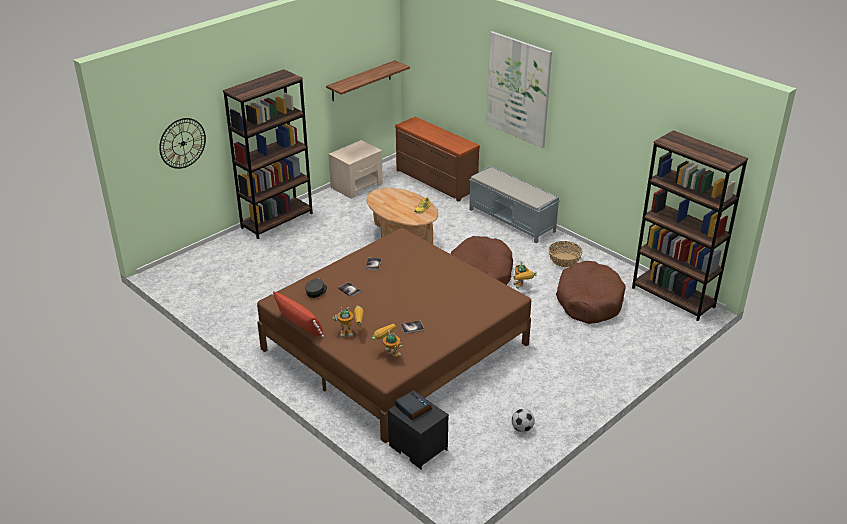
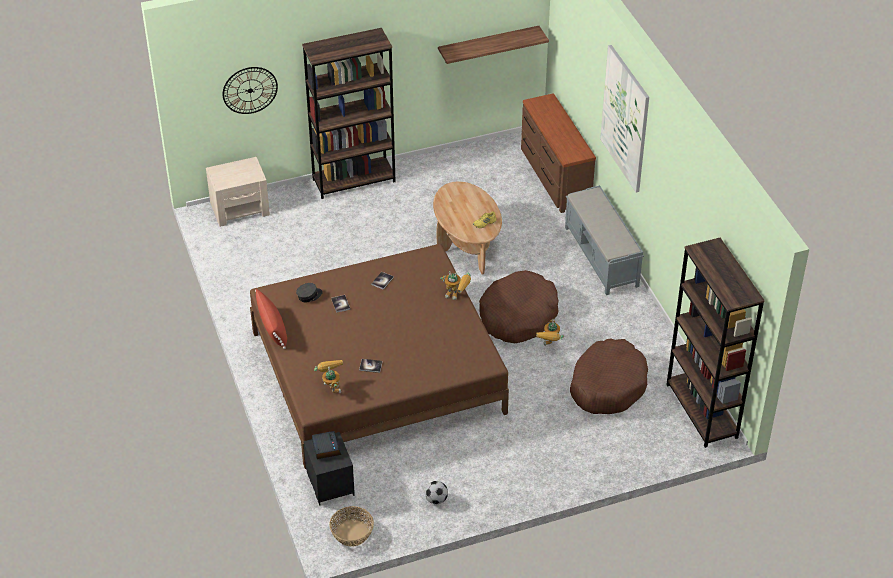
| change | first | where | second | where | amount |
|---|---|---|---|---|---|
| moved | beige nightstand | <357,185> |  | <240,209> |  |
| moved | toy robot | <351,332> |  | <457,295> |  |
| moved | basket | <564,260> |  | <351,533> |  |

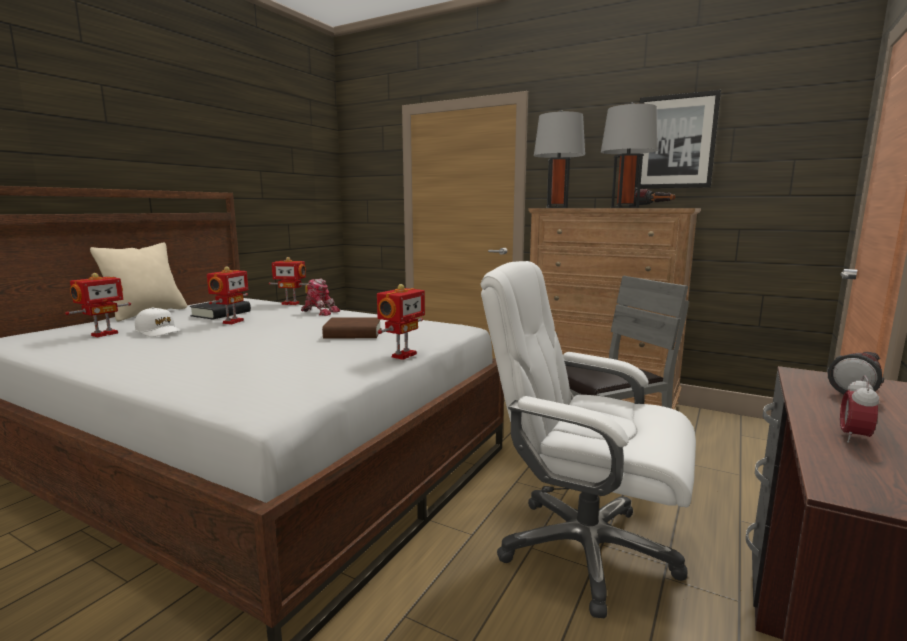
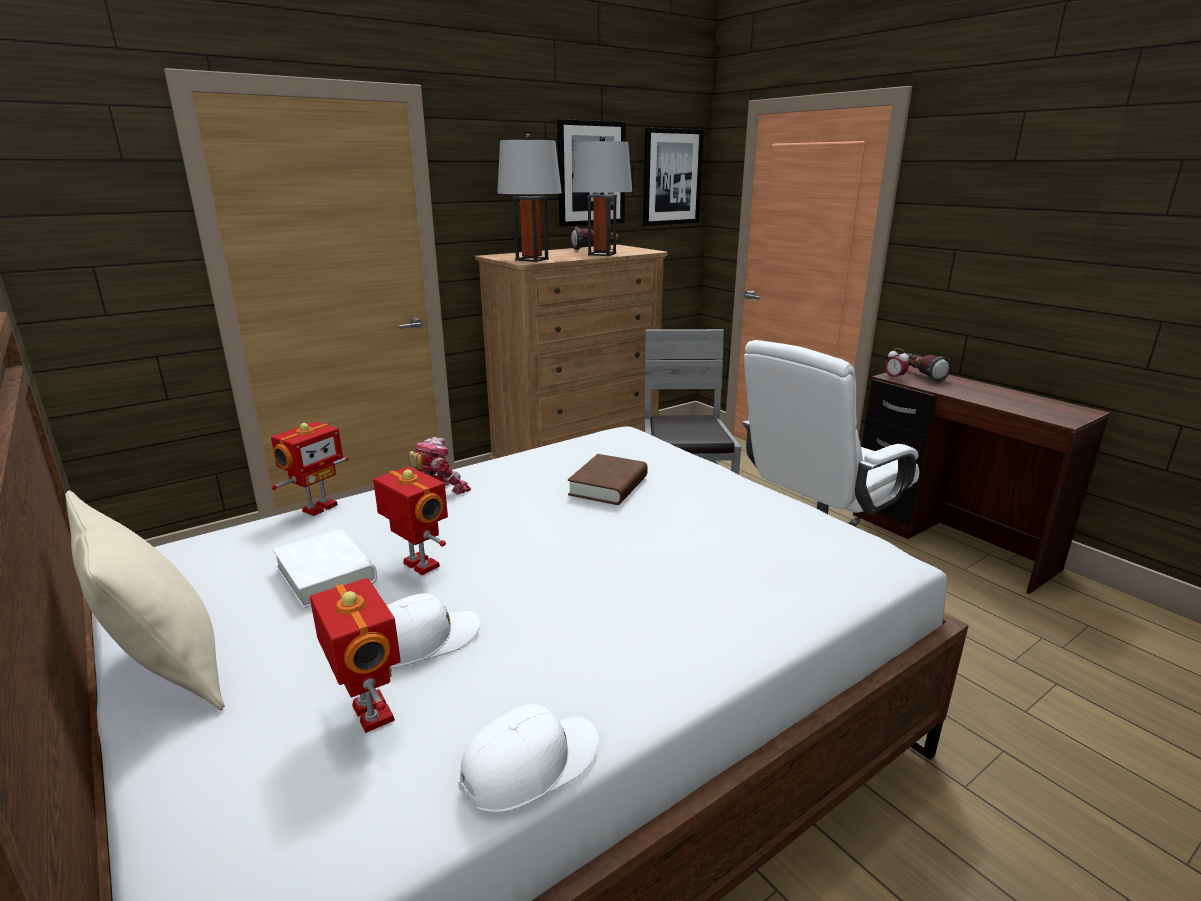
| change | first | where | second | where | amount |
|---|---|---|---|---|---|
| recoloured | black book | <221,314> | white book | <326,574> |  |
| removed | toy robot | <402,355> |  |  |  |
| moved | alarm clock | <853,437> |  | <894,378> |  |
| added |  |  | white cap | <531,765> |  |
| added |  |  | picture | <671,177> |  |

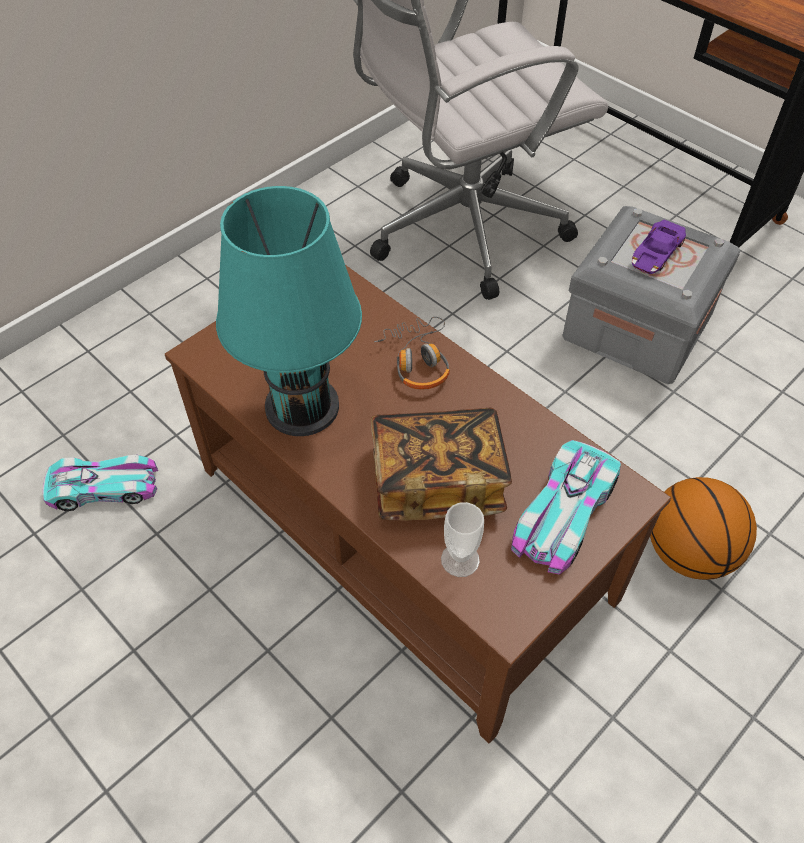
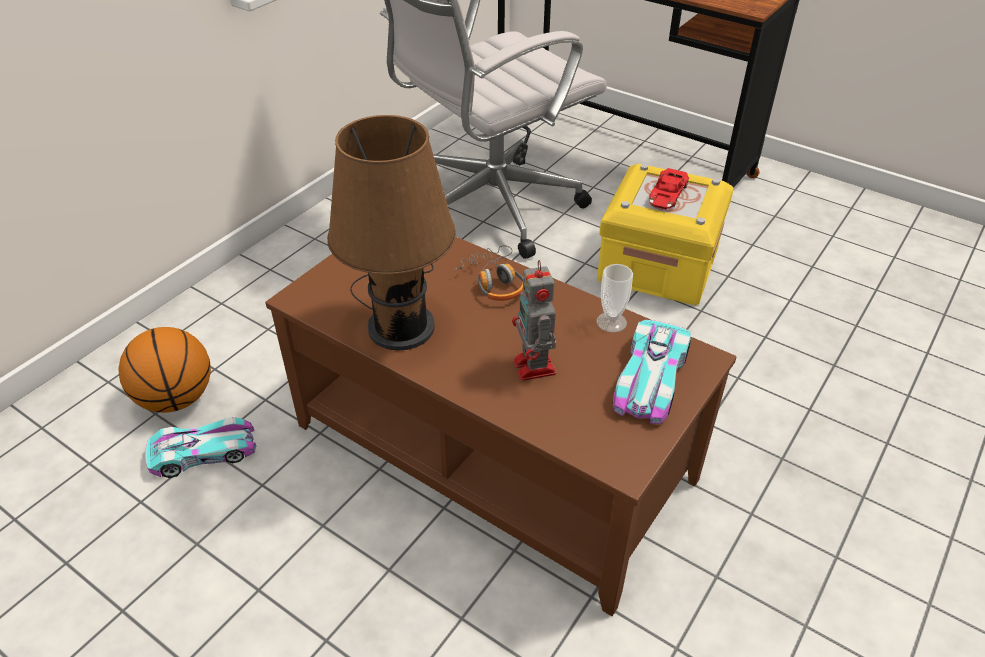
| change | first | where | second | where | amount |
|---|---|---|---|---|---|
| recoloured | turquoise table lamp | <301,399> | brown table lamp | <399,322> |  |
| replaced | book | <437,480> | toy robot | <535,368> |  |
| moved | cup | <460,560> |  | <611,322> |  |
| recoloured | grey storage box | <637,326> | yellow storage box | <658,265> |  |
| recoloured | purple toy car | <656,253> | red toy car | <667,194> |  |
| moved | basketball | <688,552> |  | <177,398> |  |

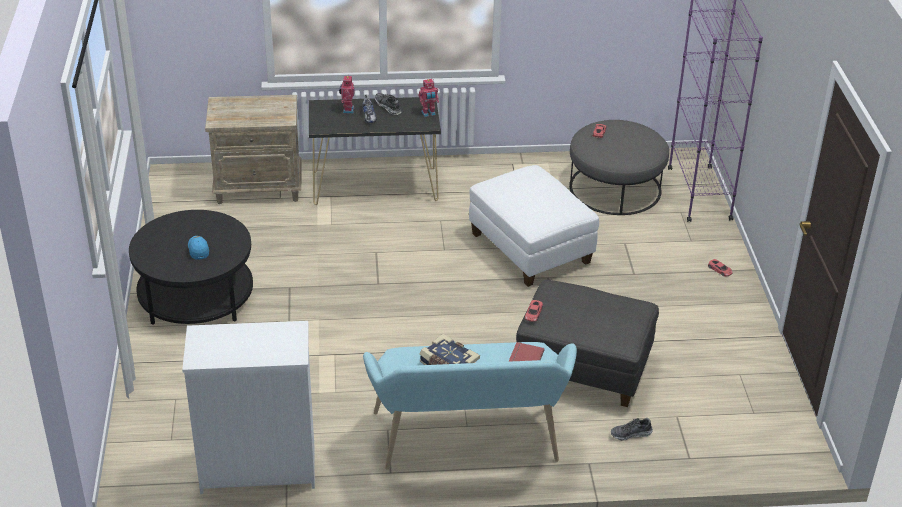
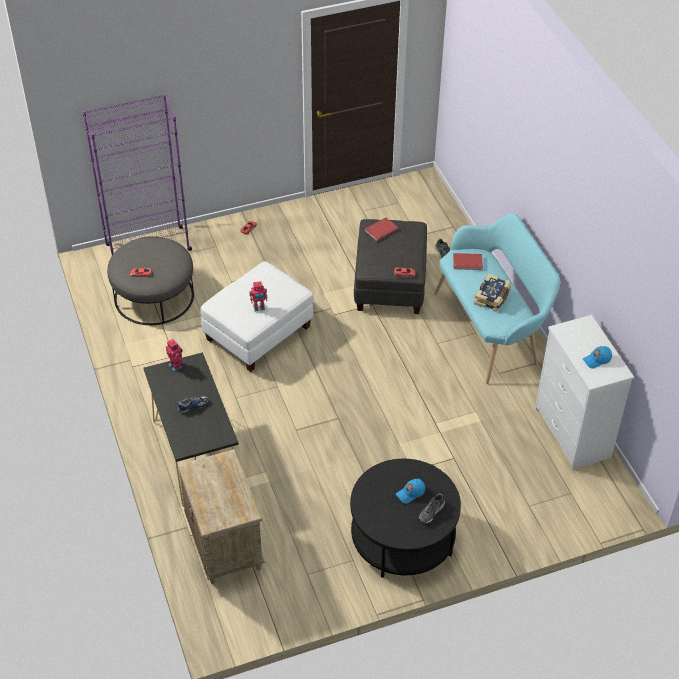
| change | first | where | second | where | amount |
|---|---|---|---|---|---|
| moved | toy robot | <347,110> |  | <259,308> |  |
| moved | shoe | <388,107> |  | <431,512> |  |
| added |  |  | red book | <380,230> |  |
| added |  |  | blue cap | <597,360> |  |

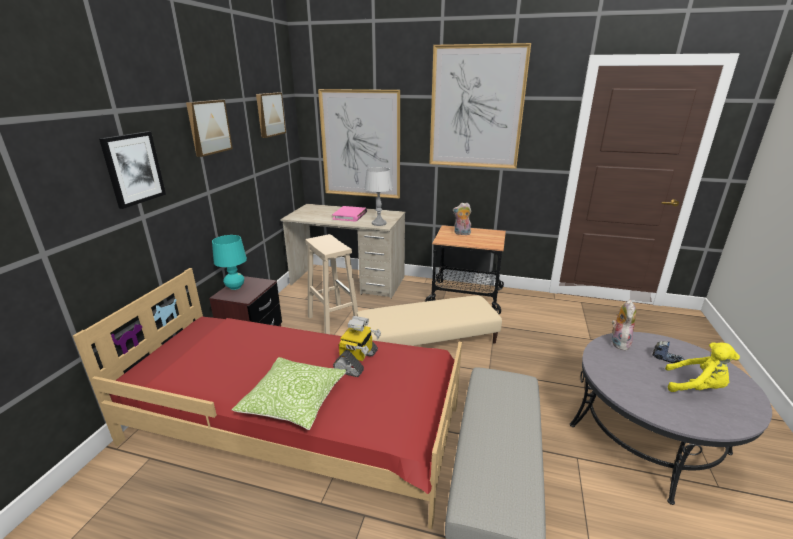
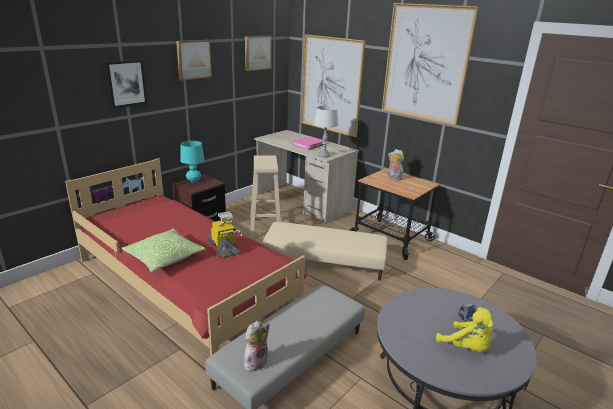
| change | first | where | second | where | amount |
|---|---|---|---|---|---|
| turned | toy robot | <357,362> |  | <224,248> | 75 degrees counterclockwise |
| moved | plush toy | <618,342> |  | <255,361> |  |

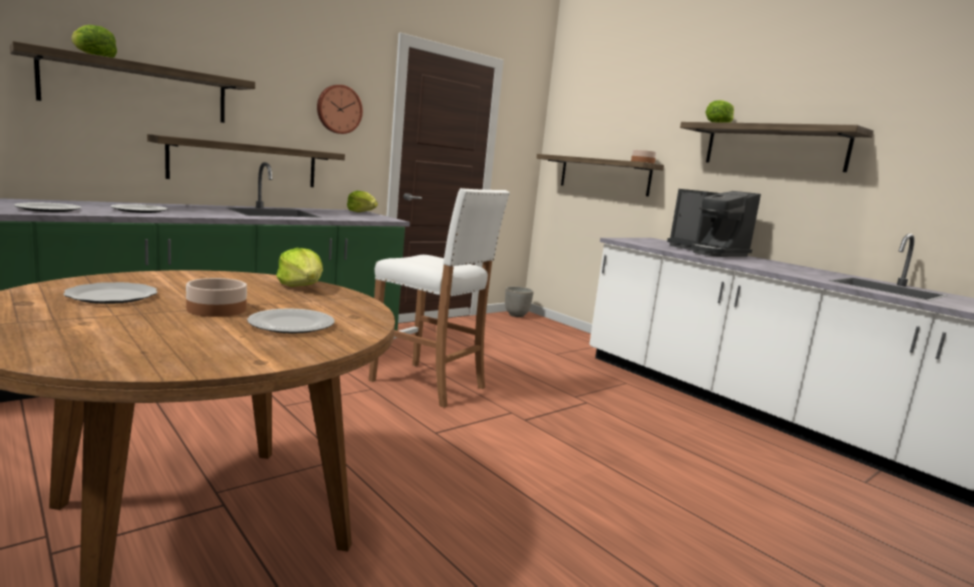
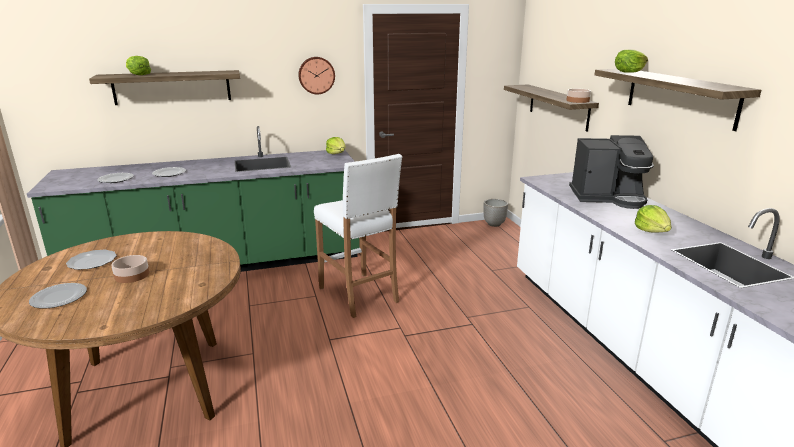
| change | first | where | second | where | amount |
|---|---|---|---|---|---|
| removed | shelf | <245,163> |  |  |  |
| moved | plate | <293,325> |  | <59,298> |  |
| moved | lettuce | <301,286> |  | <652,231> |  |
| turned | coffee machine | <707,252> |  | <608,197> | 75 degrees counterclockwise |

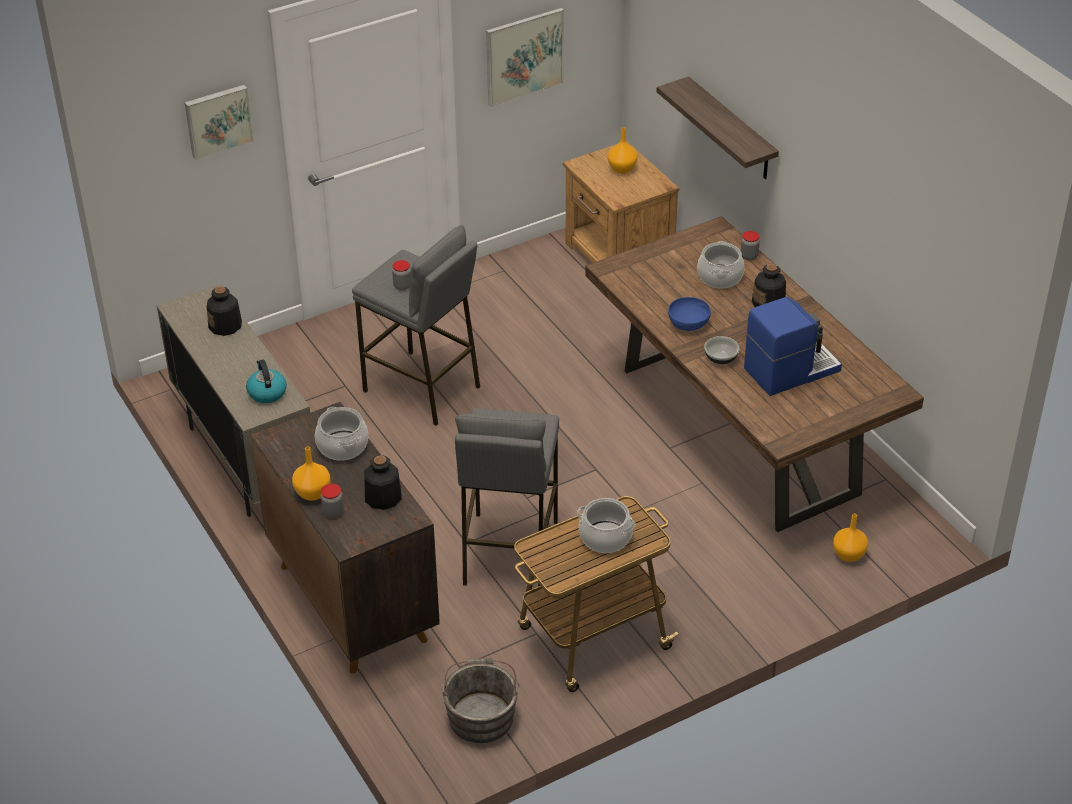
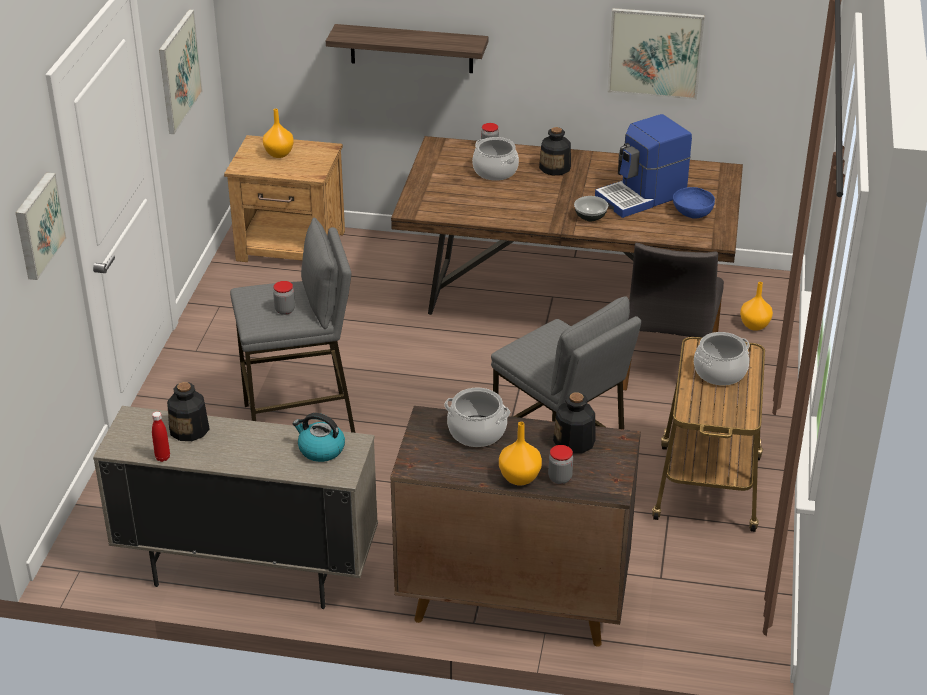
| change | first | where | second | where | amount |
|---|---|---|---|---|---|
| removed | grey bucket | <481,714> |  |  |  |
| moved | blue bowl | <688,323> |  | <692,213> |  |
| turned | coffee machine | <790,369> |  | <642,196> | 135 degrees counterclockwise |
| added |  |  | red bottle | <162,457> |  |
| added |  |  | picture | <655,53> |  |
| added |  |  | grey chair | <667,366> |  |

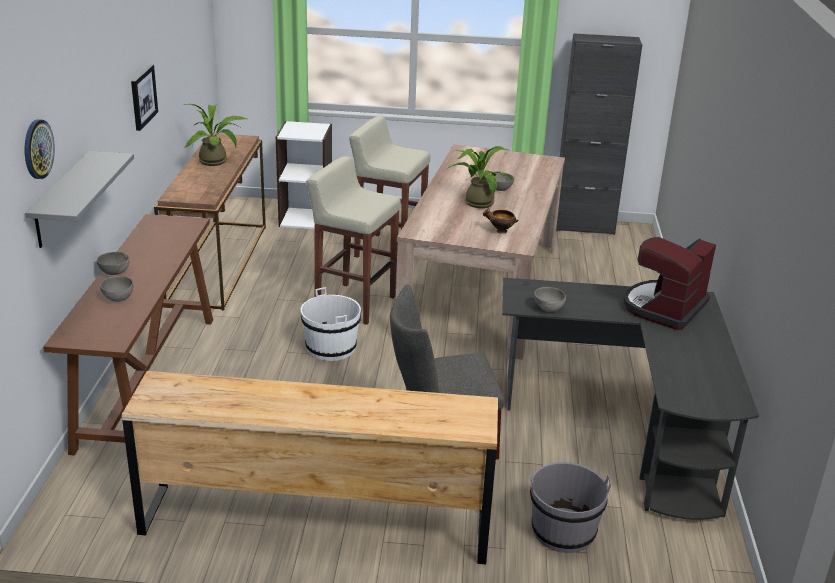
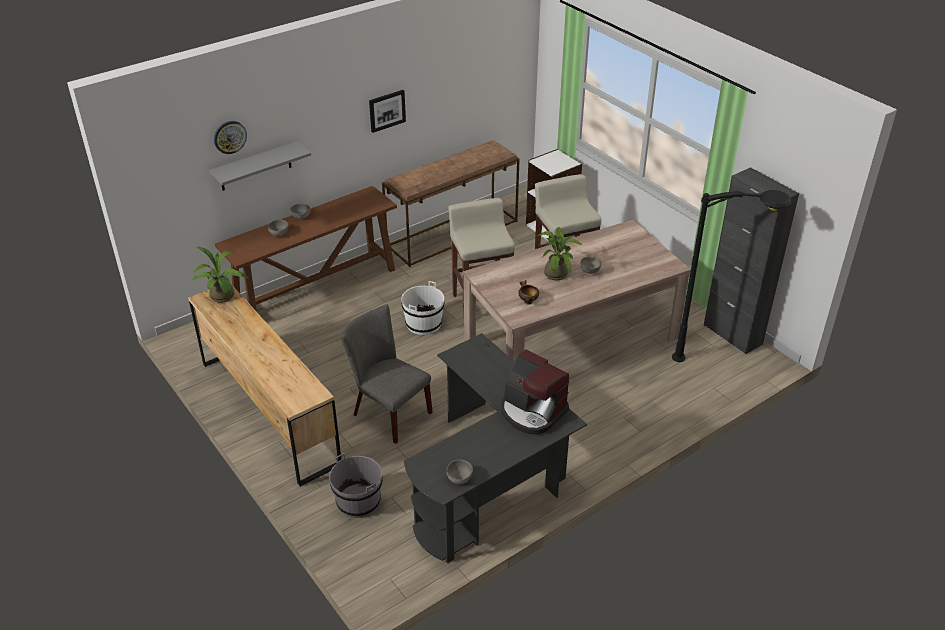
| change | first | where | second | where | amount |
|---|---|---|---|---|---|
| moved | potted plant | <216,161> |  | <224,298> |  |
| moved | grey bowl | <548,309> |  | <459,479> |  |
| turned | coffee machine | <664,307> |  | <532,412> | 135 degrees counterclockwise |
| added |  |  | black floor lamp | <720,364> |  |

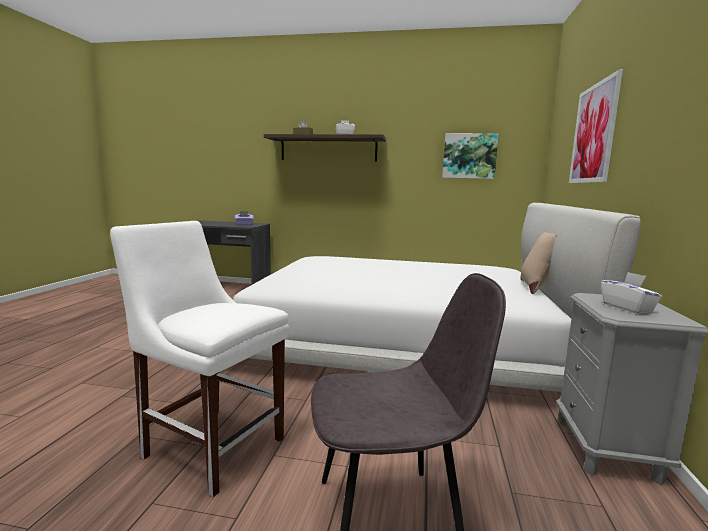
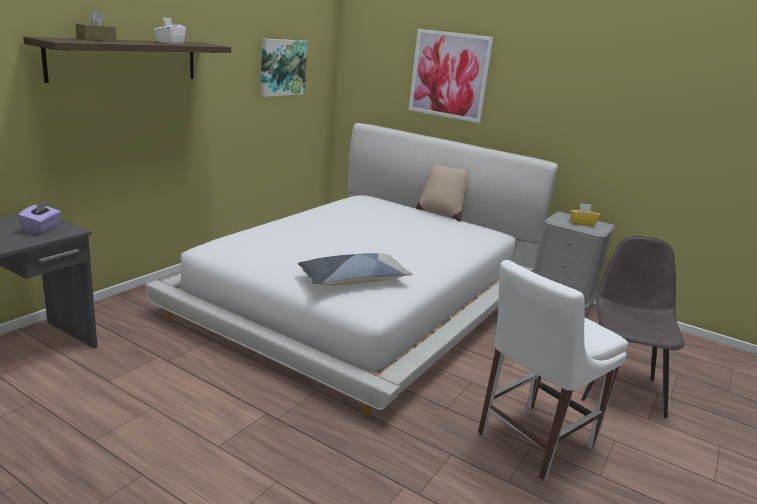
| change | first | where | second | where | amount |
|---|---|---|---|---|---|
| recoloured | white tissue box | <627,308> | yellow tissue box | <582,223> |  |
| added |  |  | pillow | <353,280> |  |

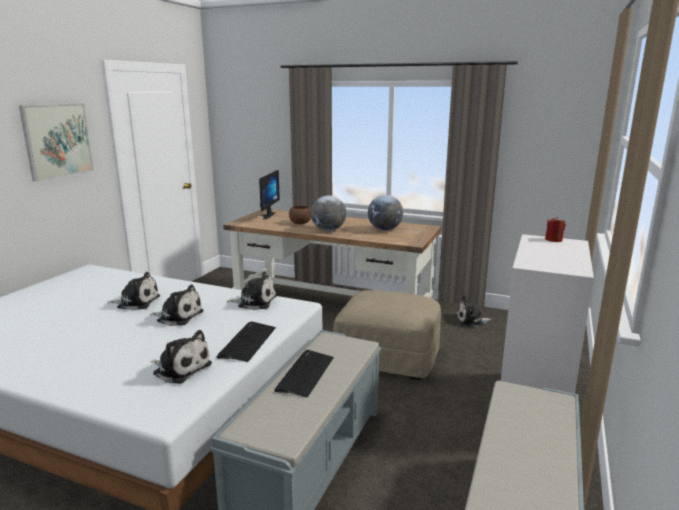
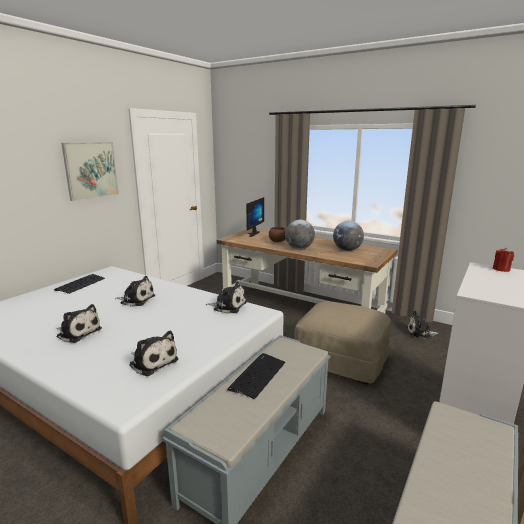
| change | first | where | second | where | amount |
|---|---|---|---|---|---|
| moved | plush toy | <178,316> |  | <78,332> |  |
| moved | keyboard | <247,342> |  | <80,284> |  |

